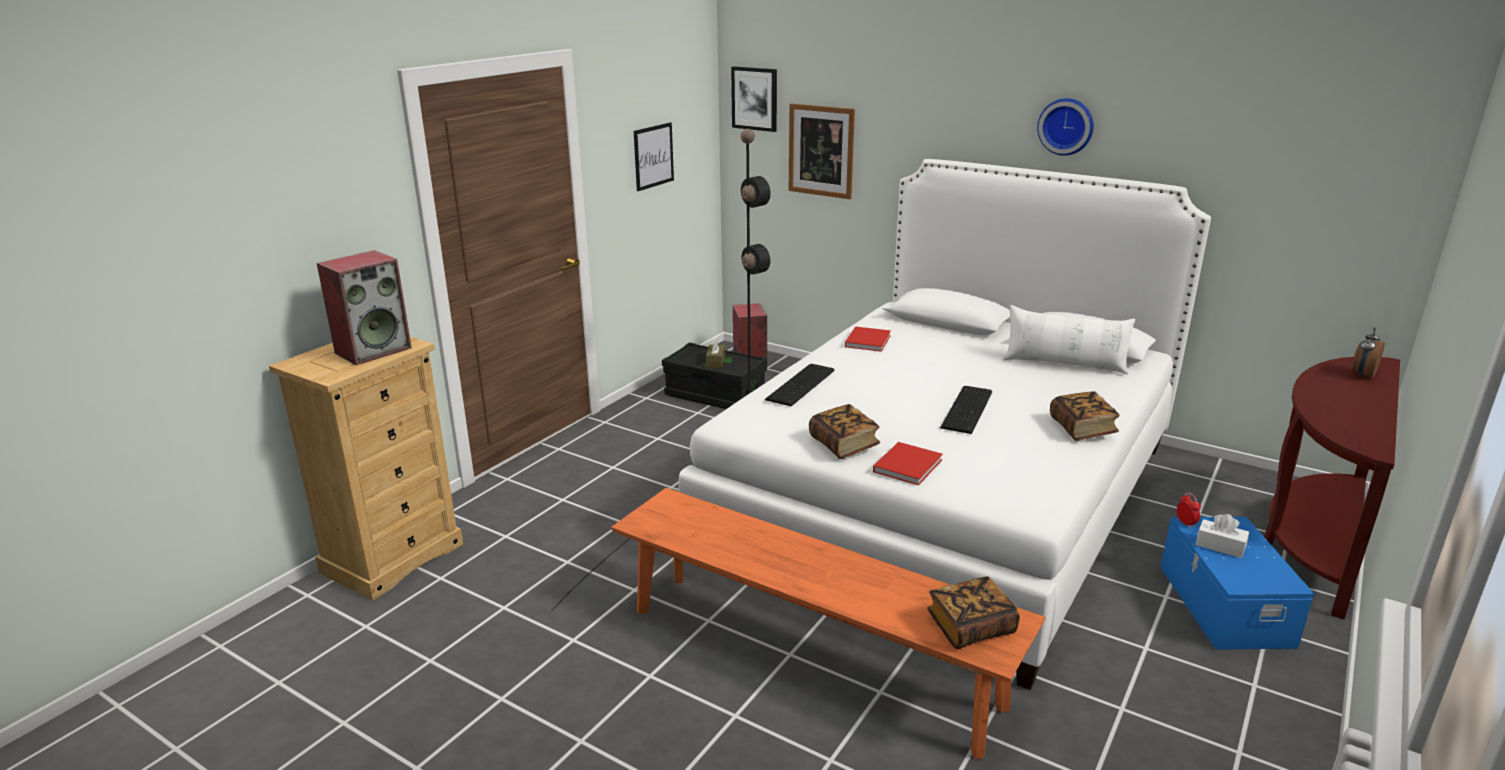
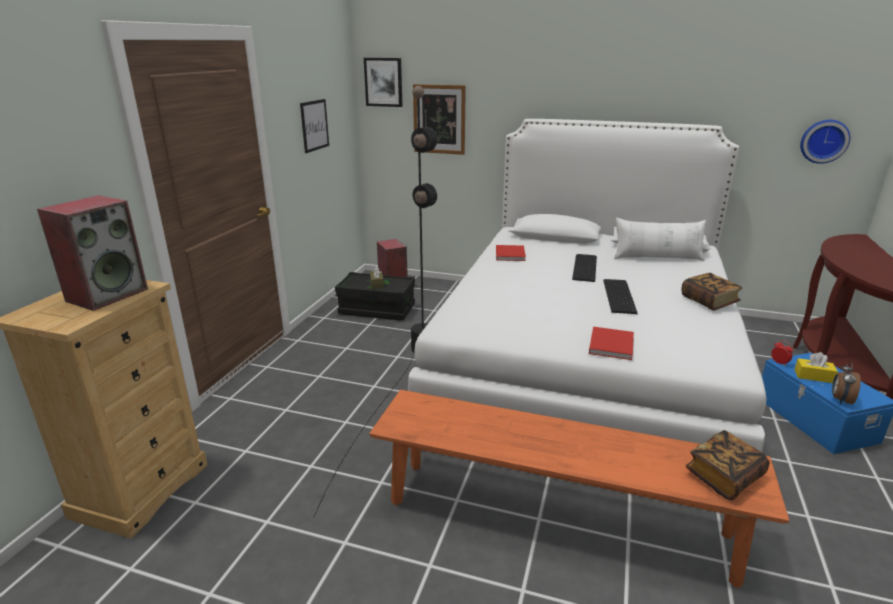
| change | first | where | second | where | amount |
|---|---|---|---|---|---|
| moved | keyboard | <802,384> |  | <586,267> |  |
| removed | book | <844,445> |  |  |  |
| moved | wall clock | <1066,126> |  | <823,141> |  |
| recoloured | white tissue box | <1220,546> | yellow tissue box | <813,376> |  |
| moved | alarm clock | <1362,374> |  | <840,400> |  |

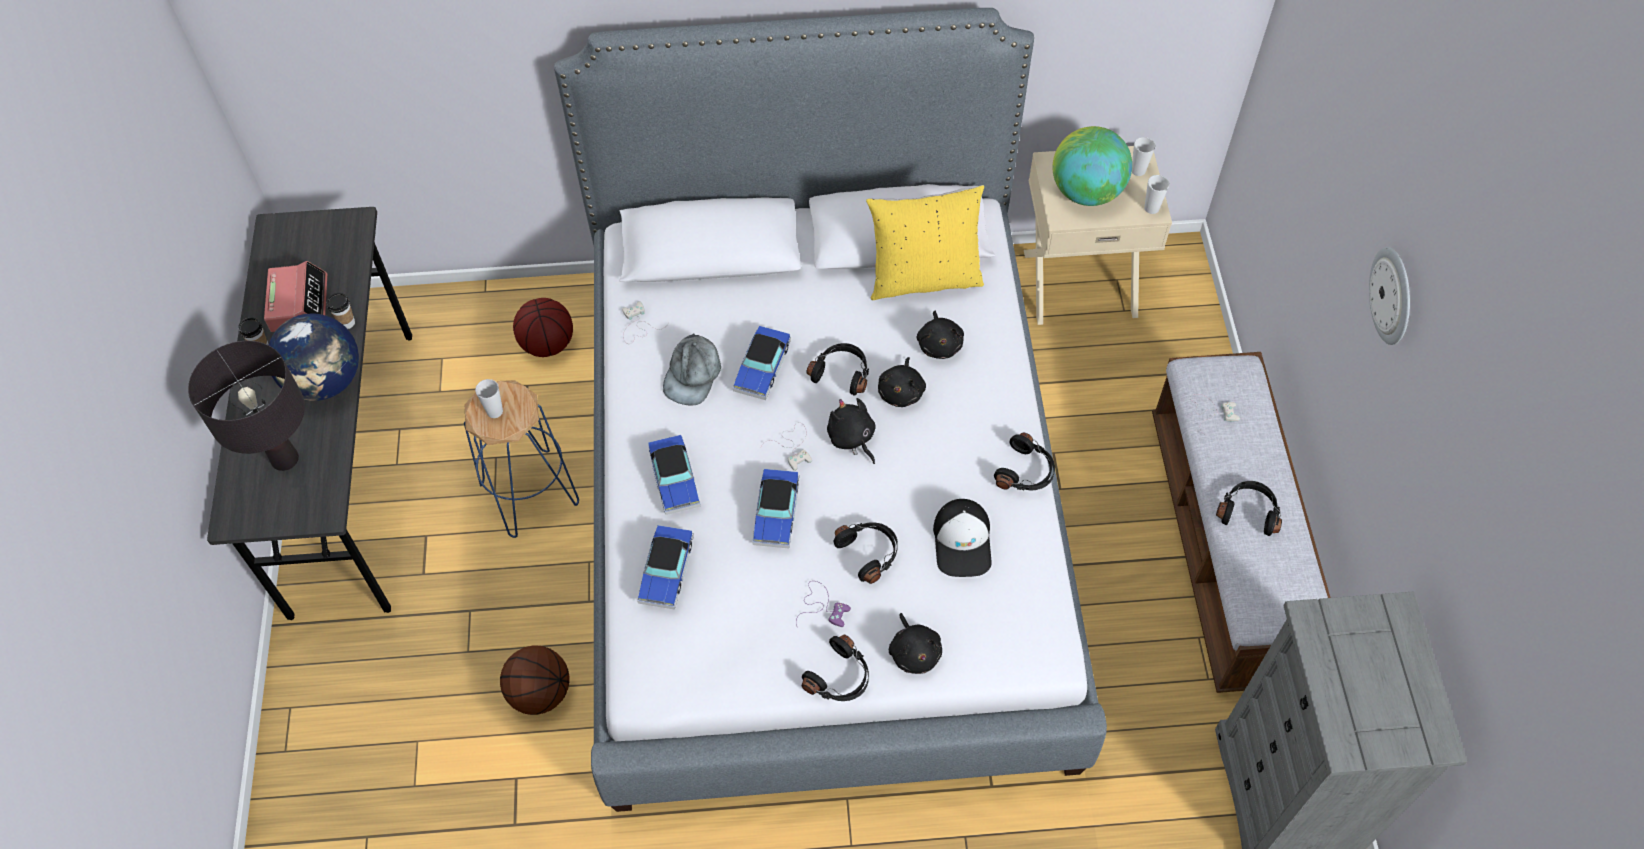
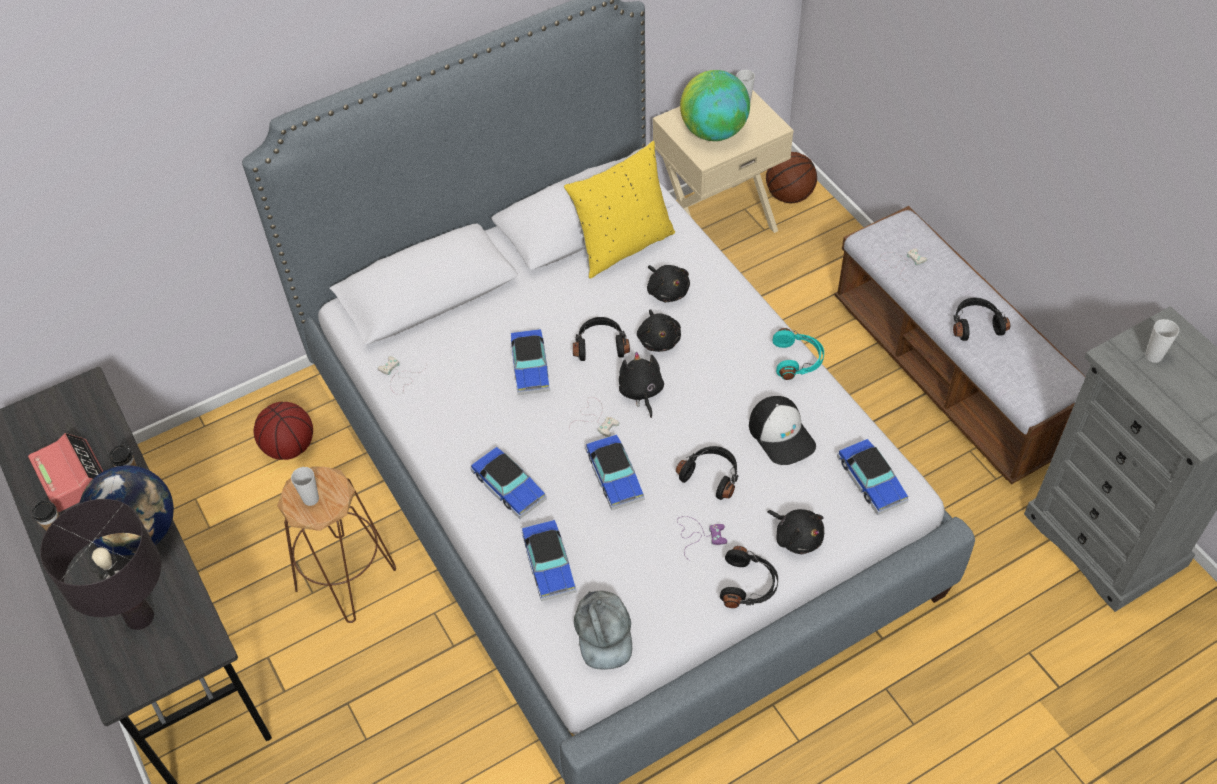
| change | first | where | second | where | amount |
|---|---|---|---|---|---|
| recoloured | blue stool | <530,494> | brown stool | <346,579> |  |
| moved | basketball | <539,692> |  | <789,195> |  |
| moved | grey cap | <692,374> |  | <603,633> |  |
| turned | black plush toy | <852,438> |  | <641,392> | 45 degrees clockwise |
| recoloured | black headphones | <1026,472> | turquoise headphones | <797,360> |  |
| moved | cup | <1151,208> |  | <1153,356> |  |
| removed | wall clock | <1392,295> |  |  |  |
| added |  |  | toy car | <871,481> |  |

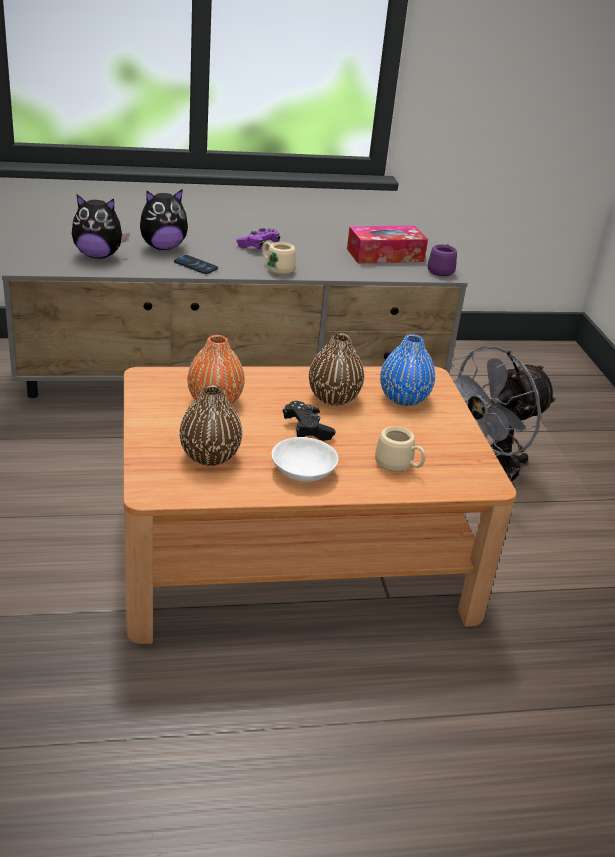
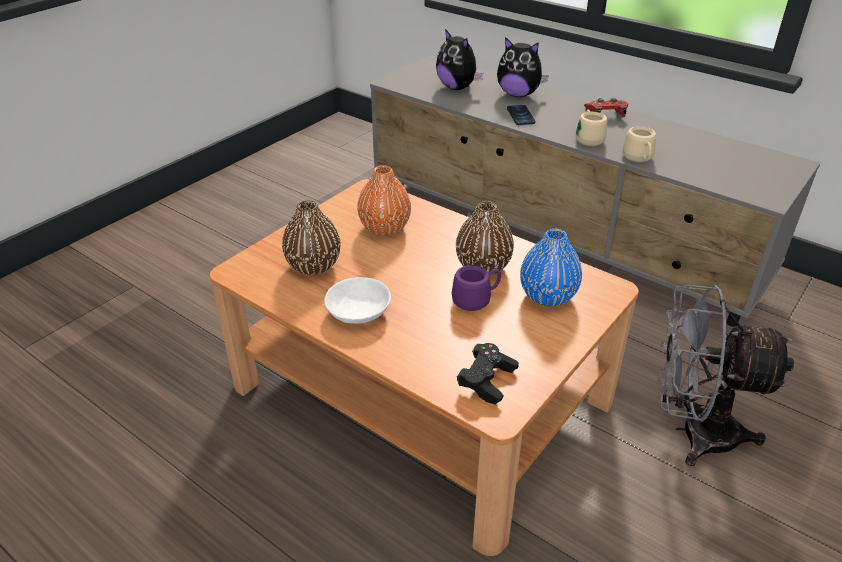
| change | first | where | second | where | amount |
|---|---|---|---|---|---|
| recoloured | purple game controller | <258,246> | red game controller | <605,115> |  |
| moved | black game controller | <307,429> |  | <487,381> |  |
| removed | tissue box | <385,255> |  |  |  |
| moved | beige mug | <399,466> |  | <639,159> |  |
| moved | purple mug | <441,270> |  | <476,300> |  |

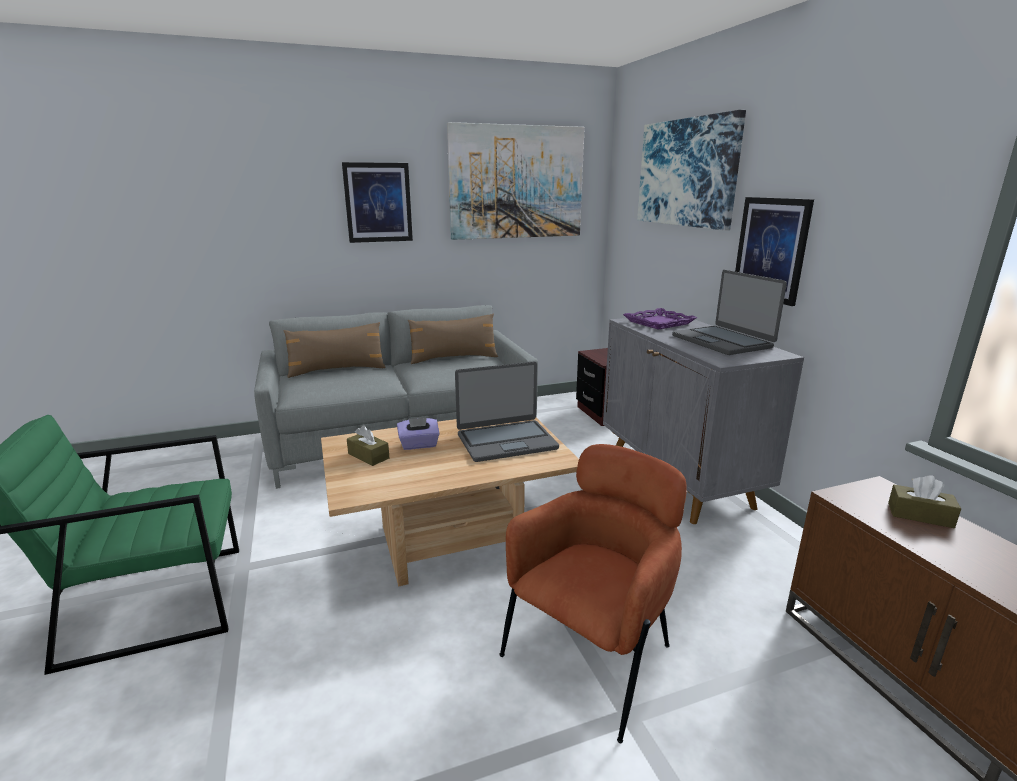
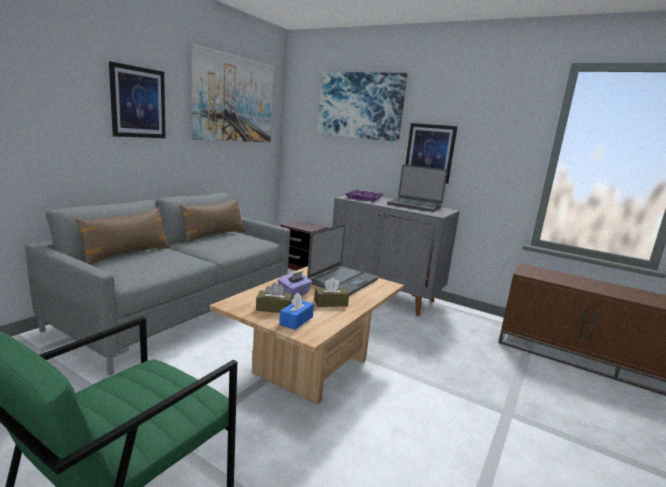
| change | first | where | second | where | amount |
|---|---|---|---|---|---|
| removed | brown armchair | <593,656> |  |  |  |
| moved | brown tissue box | <920,515> |  | <330,303> |  |
| added |  |  | blue tissue box | <296,320> |  |

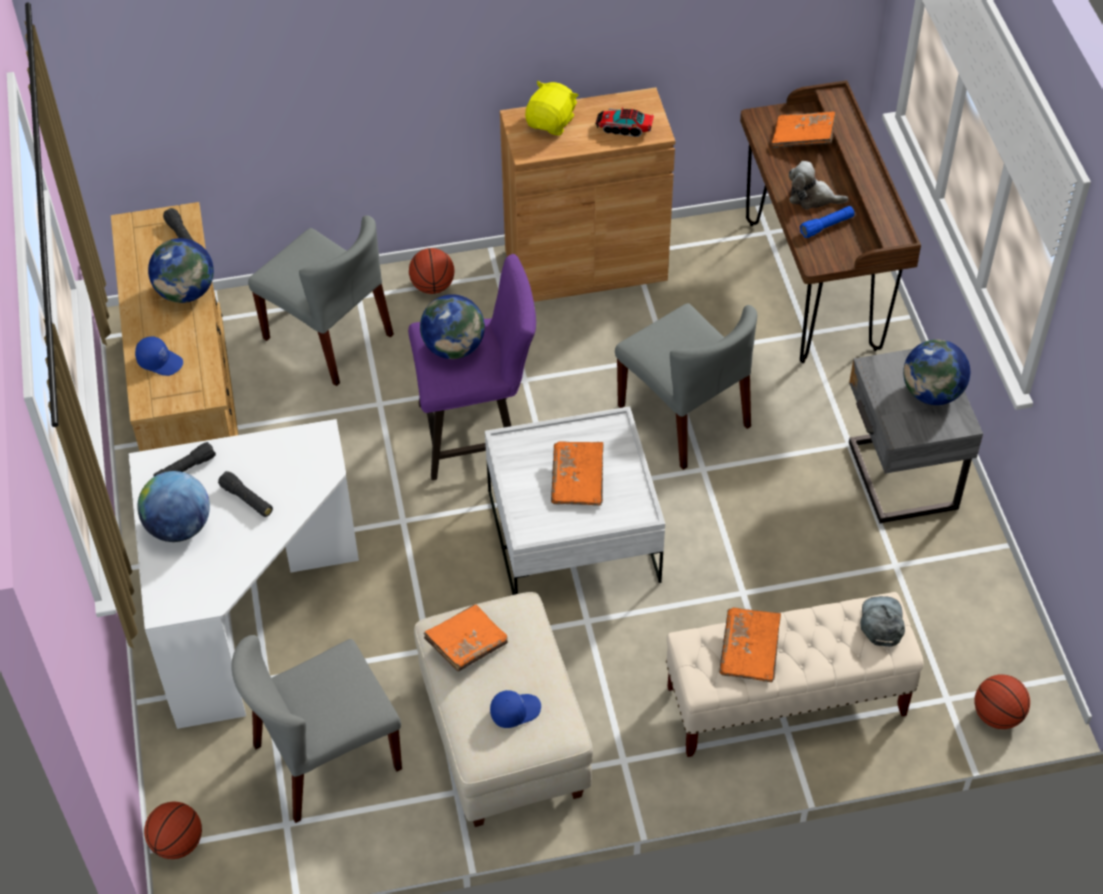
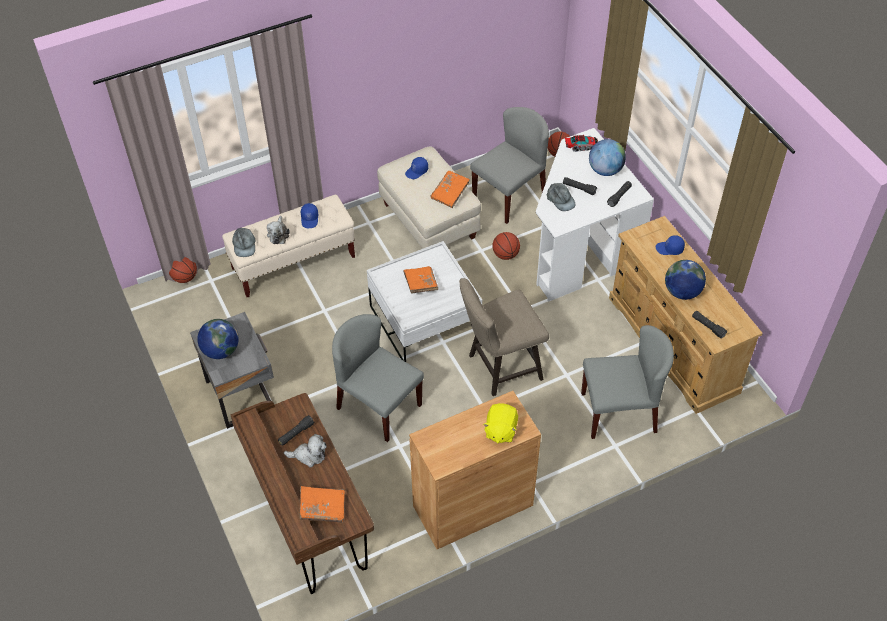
| change | first | where | second | where | amount |
|---|---|---|---|---|---|
| turned | grey chair | <329,337> |  | <619,412> | 150 degrees clockwise |
| recoloured | purple stool | <478,434> | beige stool | <500,368> |  |
| moved | basketball | <432,286> |  | <505,255> |  |
| removed | globe | <454,347> |  |  |  |
| moved | toy truck | <624,128> |  | <581,146> |  |
| replaced | orange book | <749,651> | blue cap | <310,219> |  |
| recoloured | blue flashlight | <826,226> | black flashlight | <296,433> |  |
| added |  |  | plush toy | <278,234> |  |
| added |  |  | grey cap | <560,200> |  |

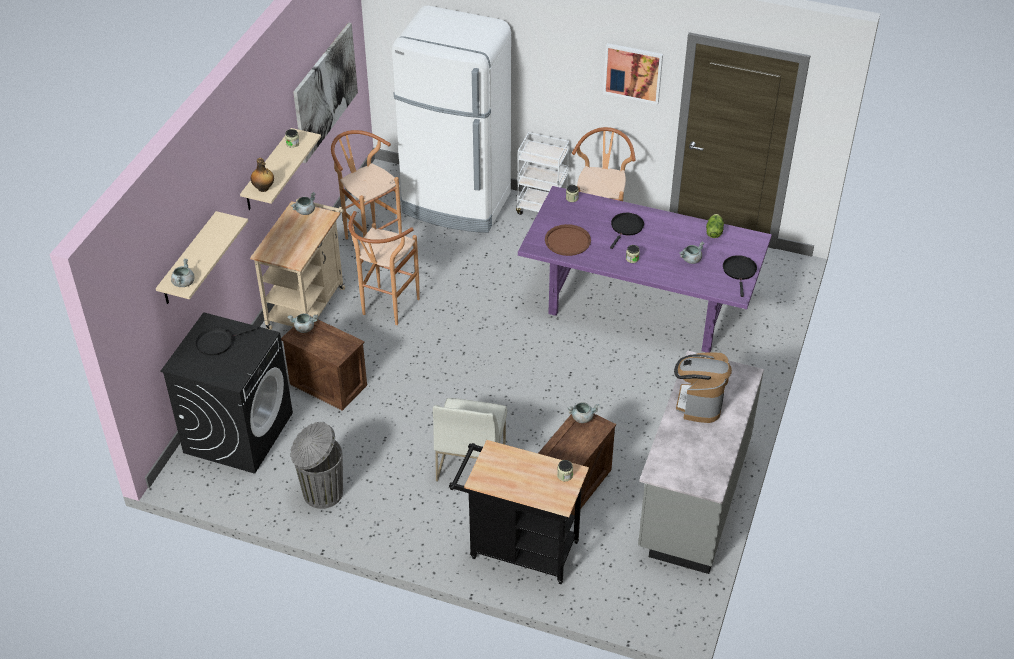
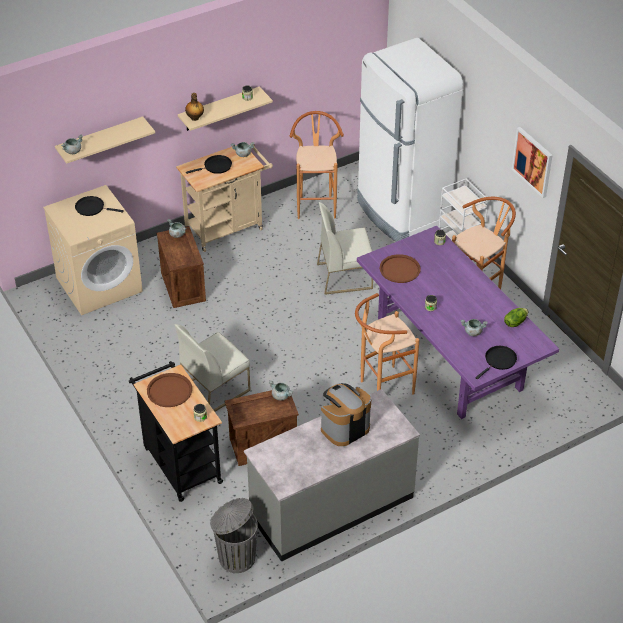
| change | first | where | second | where | amount |
|---|---|---|---|---|---|
| recoloured | black washing machine | <238,432> | beige washing machine | <99,284> |  |
| moved | grey trash can | <321,493> |  | <236,557> |  |
| removed | picture | <325,91> |  |  |  |
| moved | brown stool | <386,309> |  | <382,388> |  |
| moved | black frying pan | <626,228> |  | <216,167> |  |
| added |  |  | brown tray | <169,390> |  |
| added |  |  | white chair | <345,276> |  |

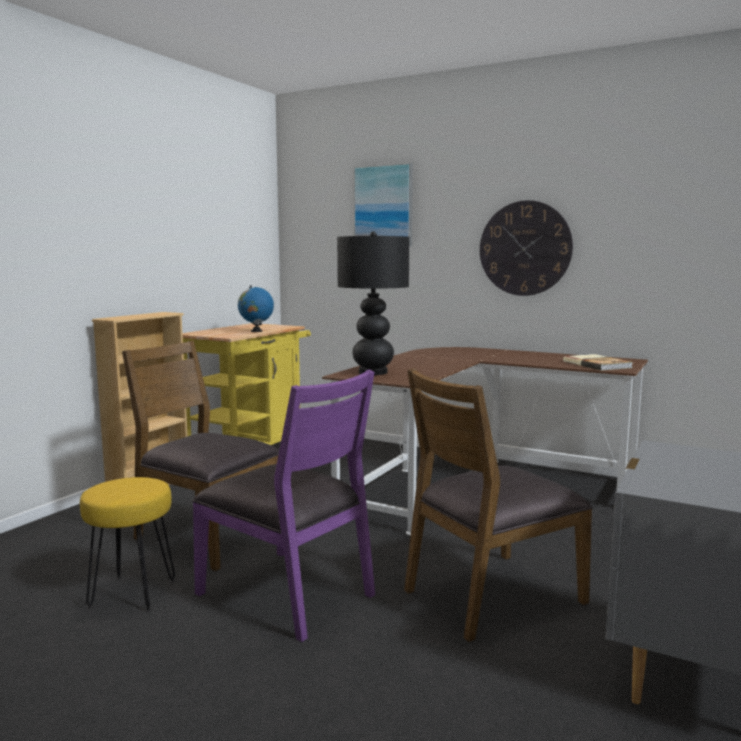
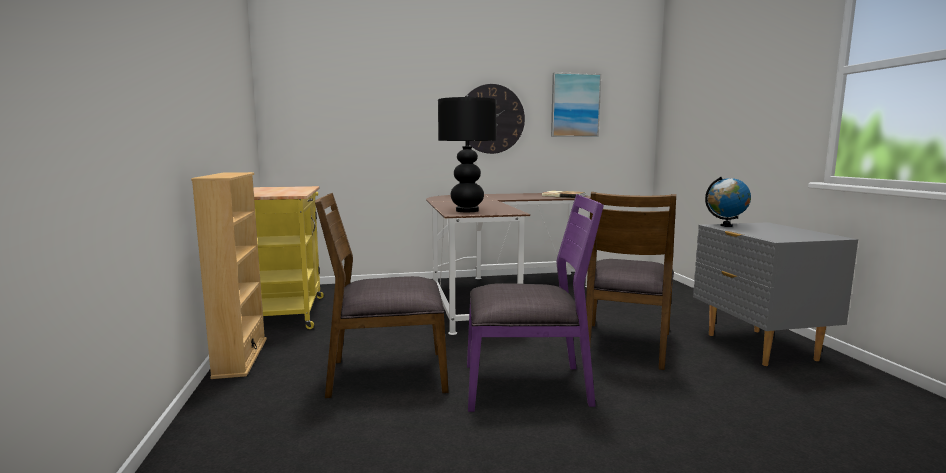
| change | first | where | second | where | amount |
|---|---|---|---|---|---|
| removed | yellow stool | <131,594> |  |  |  |
| moved | globe | <256,331> |  | <726,226> |  |
| moved | picture | <383,206> |  | <575,105> |  |

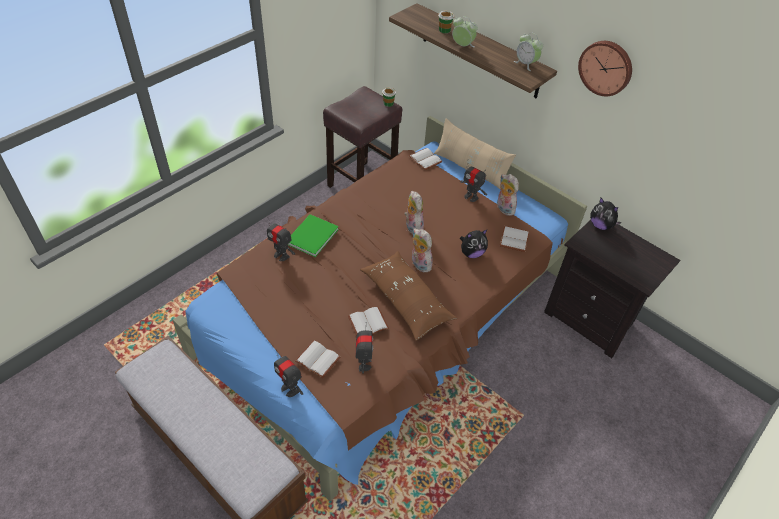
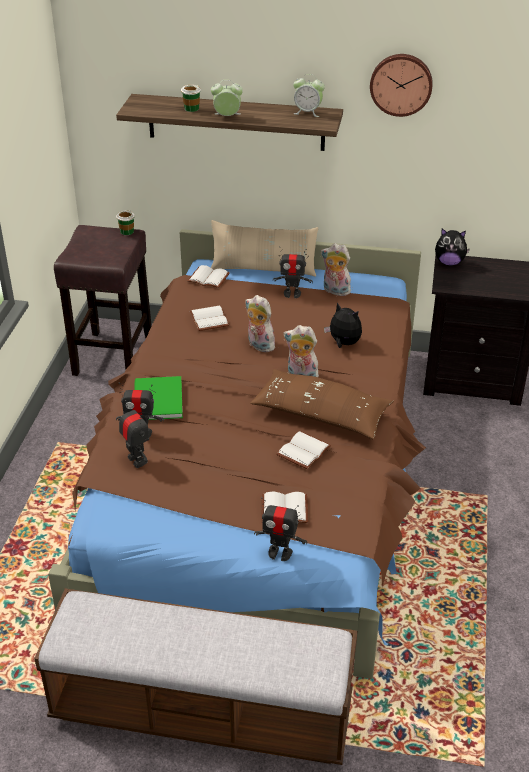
| change | first | where | second | where | amount |
|---|---|---|---|---|---|
| moved | toy robot | <363,364> |  | <137,460> |  |
| turned | plush toy | <471,253> |  | <343,343> | 90 degrees counterclockwise |
| moved | white book | <513,239> |  | <208,319> |  |

